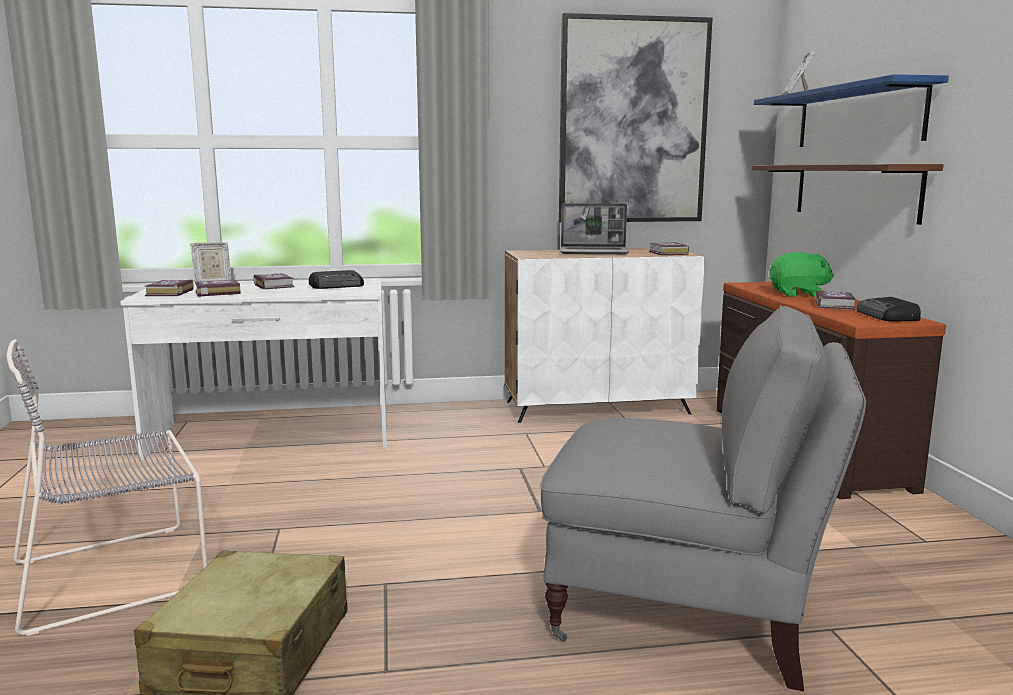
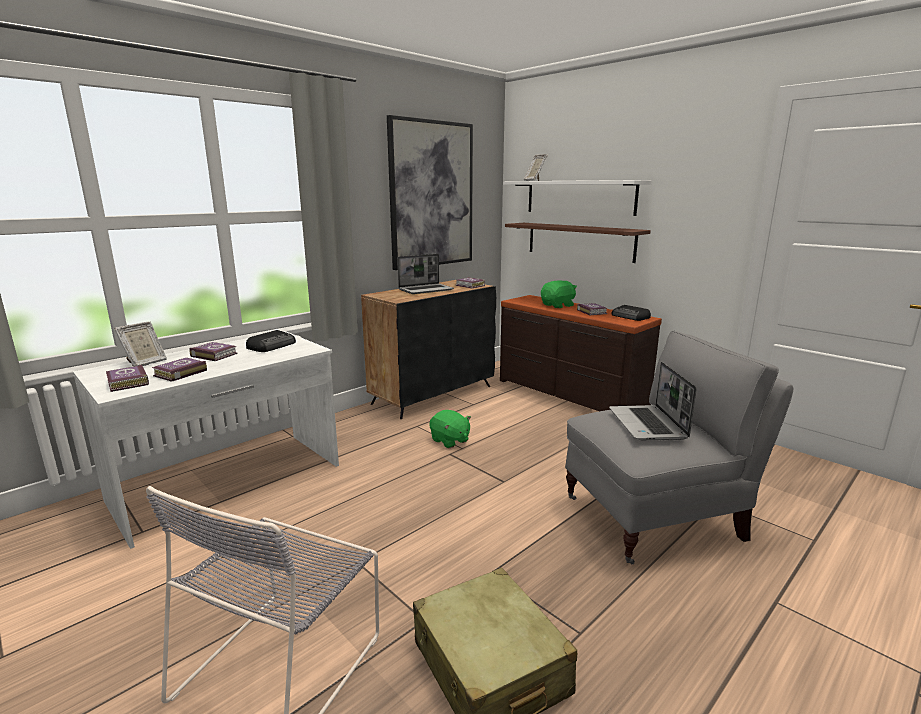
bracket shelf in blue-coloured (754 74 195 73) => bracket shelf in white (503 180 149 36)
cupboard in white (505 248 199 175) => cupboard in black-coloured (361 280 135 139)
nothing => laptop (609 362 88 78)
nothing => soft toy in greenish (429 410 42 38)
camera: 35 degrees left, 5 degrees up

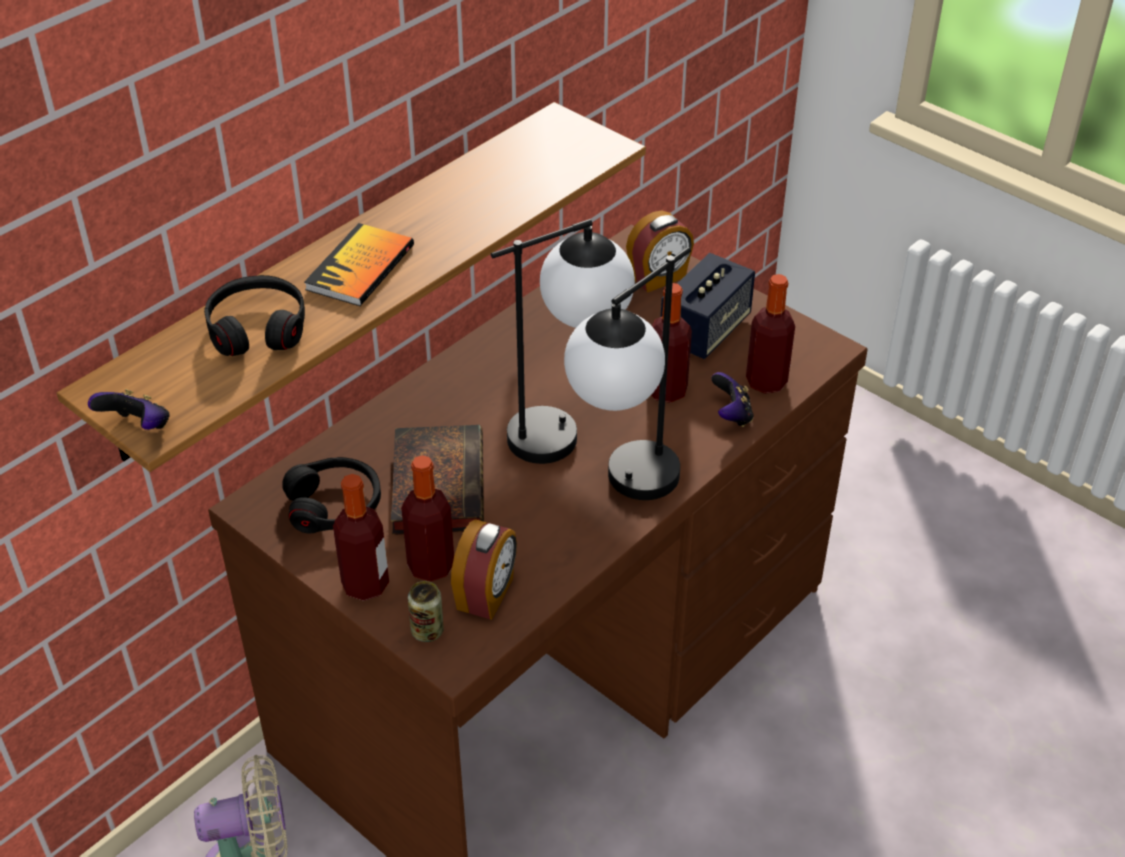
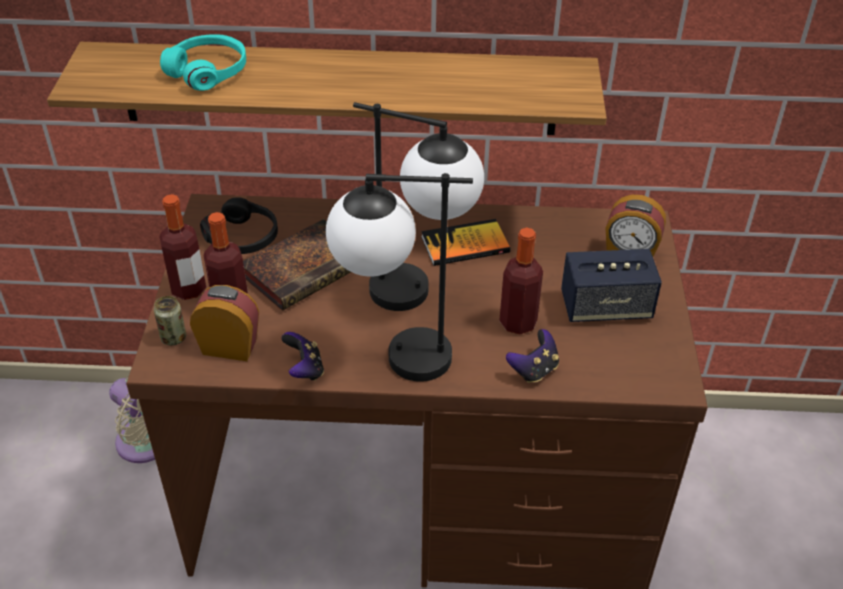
book (304 223 110 83) => book (421 219 89 47), shifted
beverage bottle (746 274 49 120) => nothing
headset in black-coloured (204 275 101 81) => headset in turquoise-coloured (160 34 86 57)
gamepad (88 389 82 41) => gamepad (281 332 43 49), shifted
bedside clock (451 519 66 101) => bedside clock (190 285 69 76), 150 degrees counterclockwise
camera: 50 degrees right, 0 degrees up

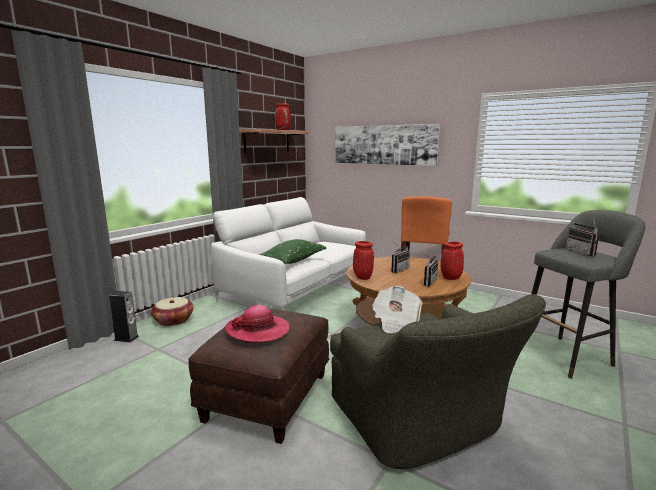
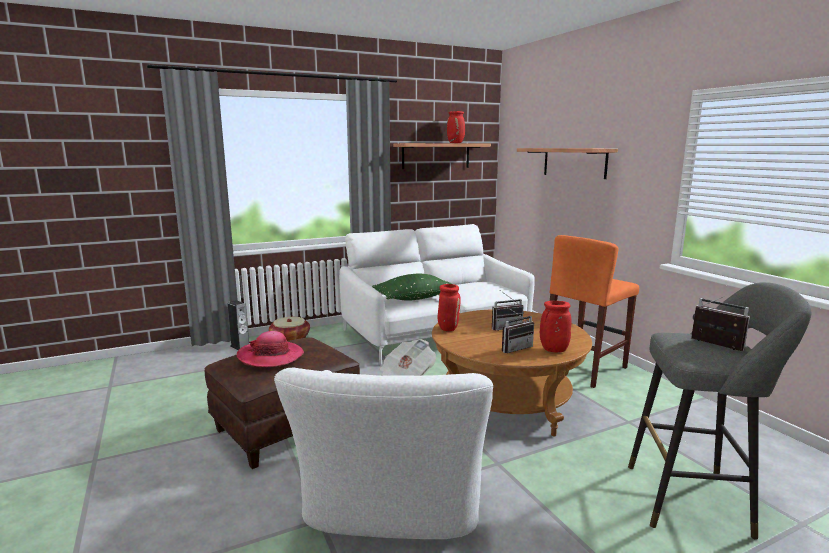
wall art (335 124 105 42) => bracket shelf (517 148 101 31)
radio receiver (566 217 33 39) => radio receiver (691 296 59 55), 120 degrees clockwise
easy chair in greenish (330 294 216 175) => easy chair in white (274 368 219 171)
camera: 30 degrees right, 0 degrees up

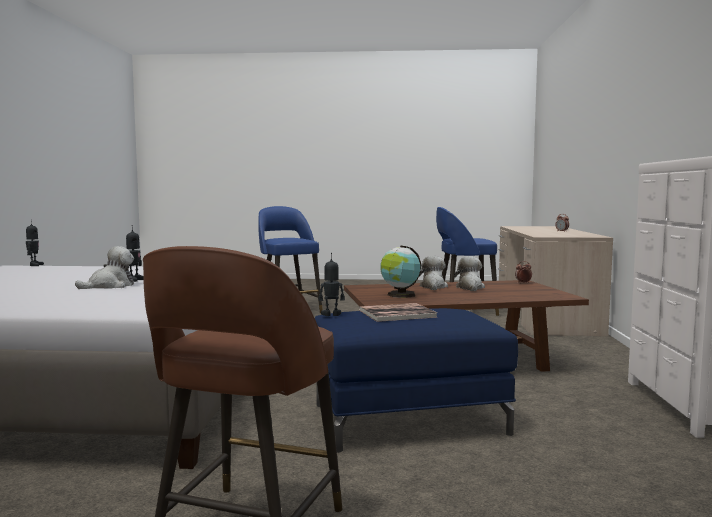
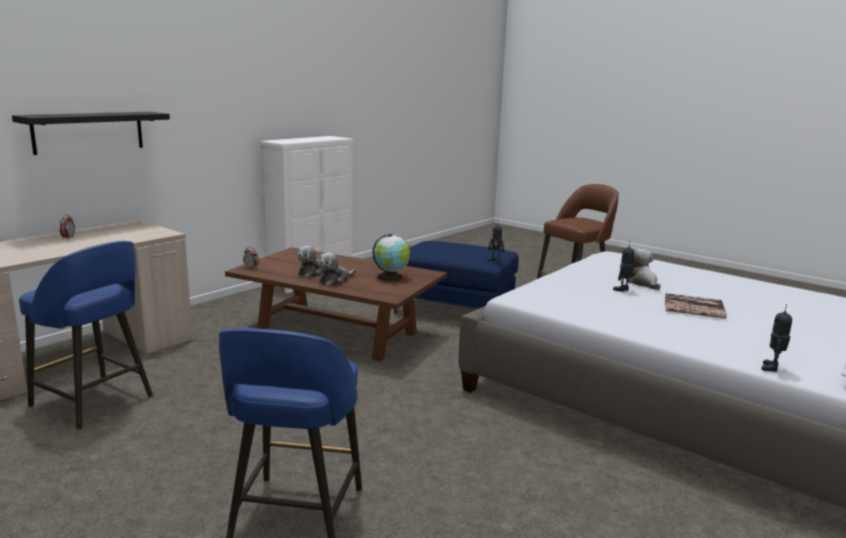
soft toy (75 246 59 43) => soft toy (625 249 36 41), 90 degrees clockwise
book (359 303 78 19) => book (665 293 62 25), shifted
nothing => bracket shelf in black-coloured (12 112 158 43)
camera: 145 degrees left, 10 degrees up

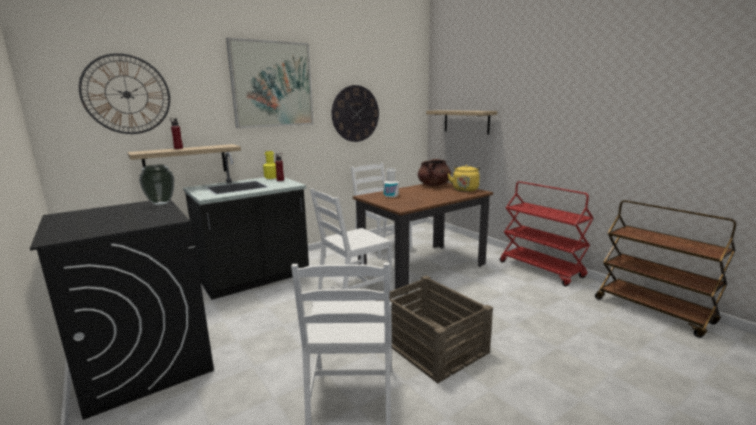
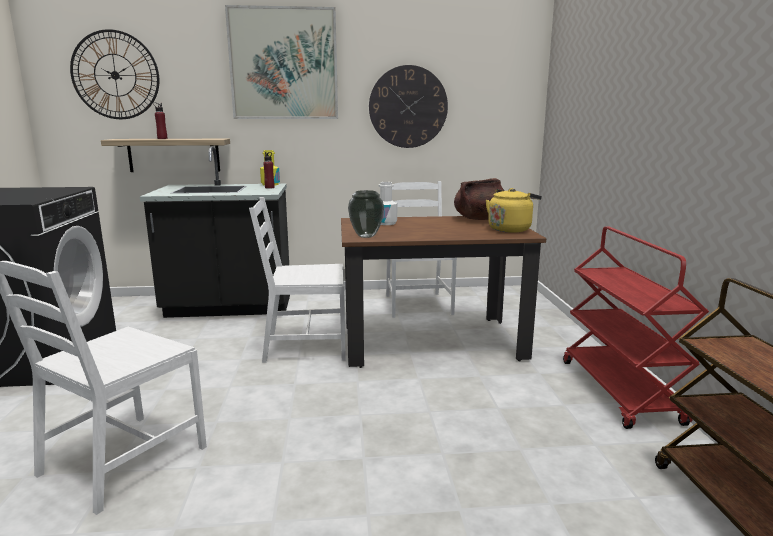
bracket shelf (426 110 71 24) => nothing
flower vase (139 165 35 40) => flower vase (348 190 36 48), shifted
shipping crate (376 275 117 108) => nothing
camera: 30 degrees right, 0 degrees up

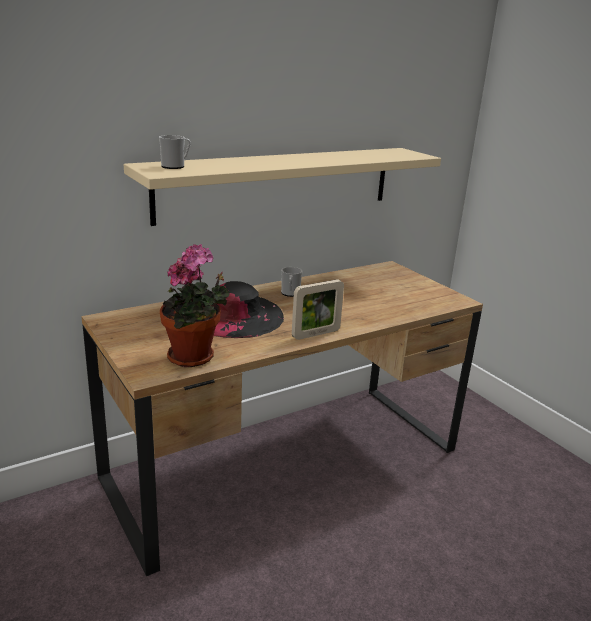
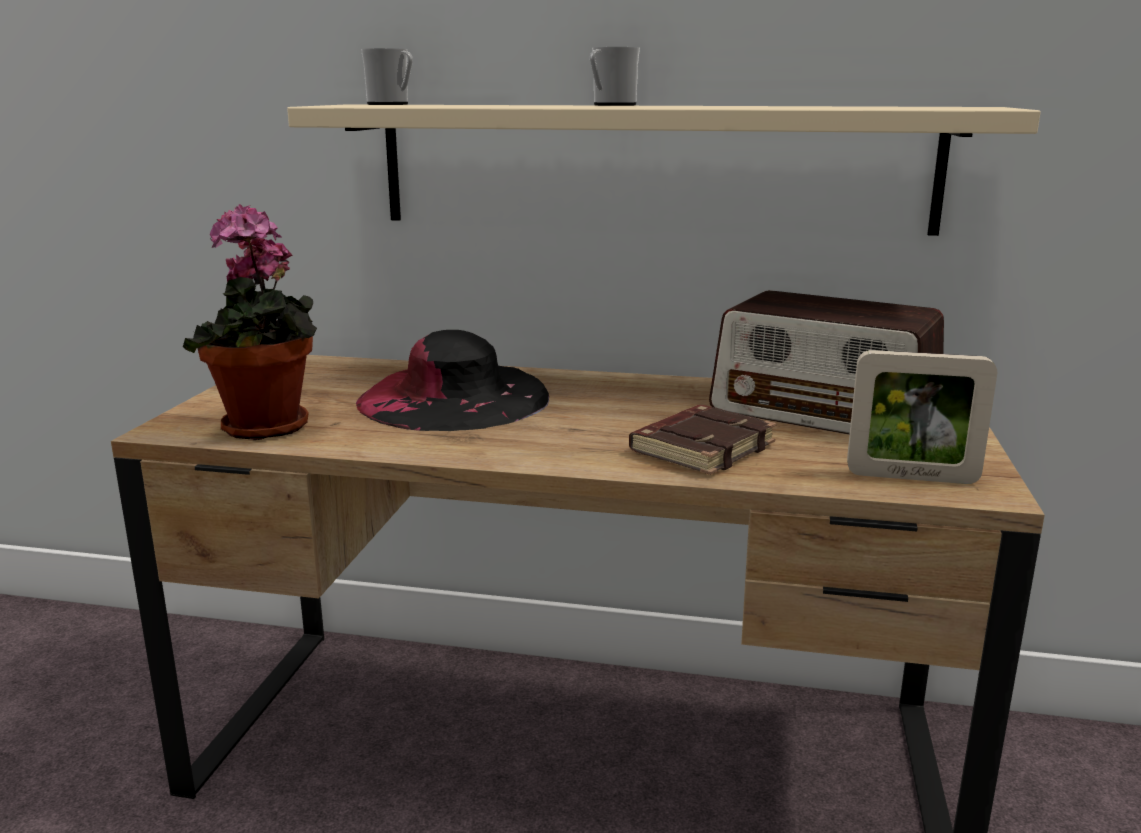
coffee mug (281 267 22 30) => coffee mug (590 47 50 59), shifted
photo frame (292 279 52 61) => photo frame (847 350 150 134), shifted
nothing => radio receiver (709 290 235 145)
nothing => book in brownish (629 405 147 70)
camera: 45 degrees right, 5 degrees down

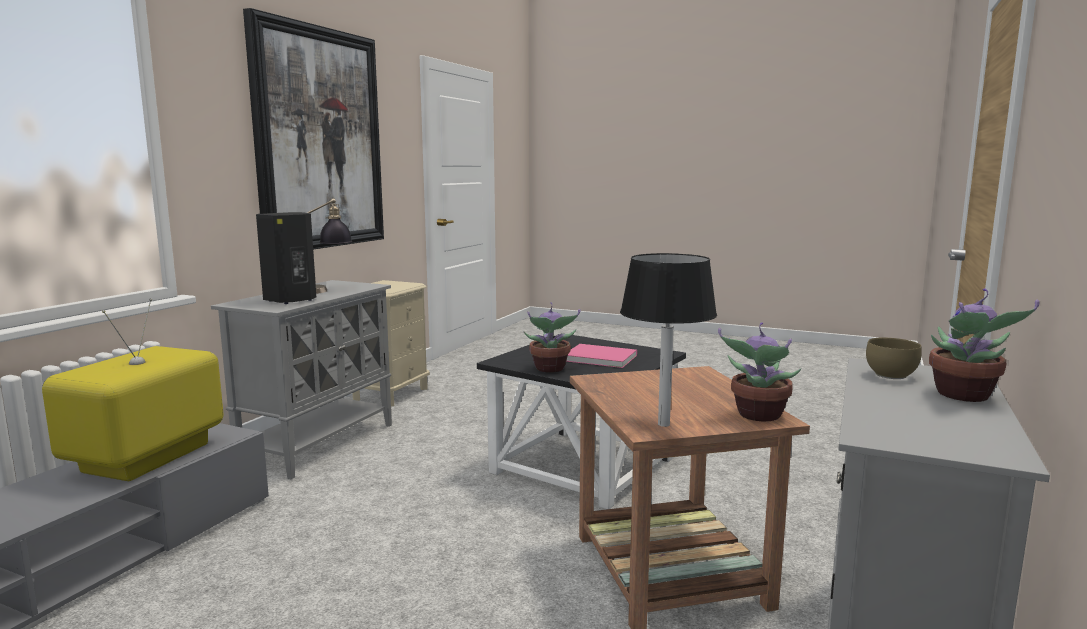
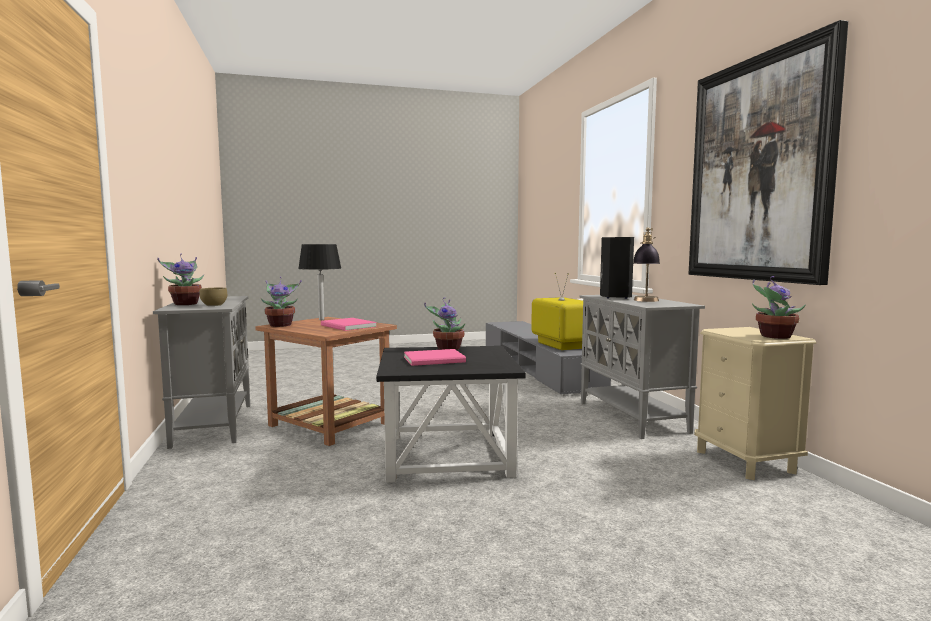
nothing => houseplant (752 276 54 63)
nothing => book in pinkish (321 318 56 13)
camera: 140 degrees right, 5 degrees down

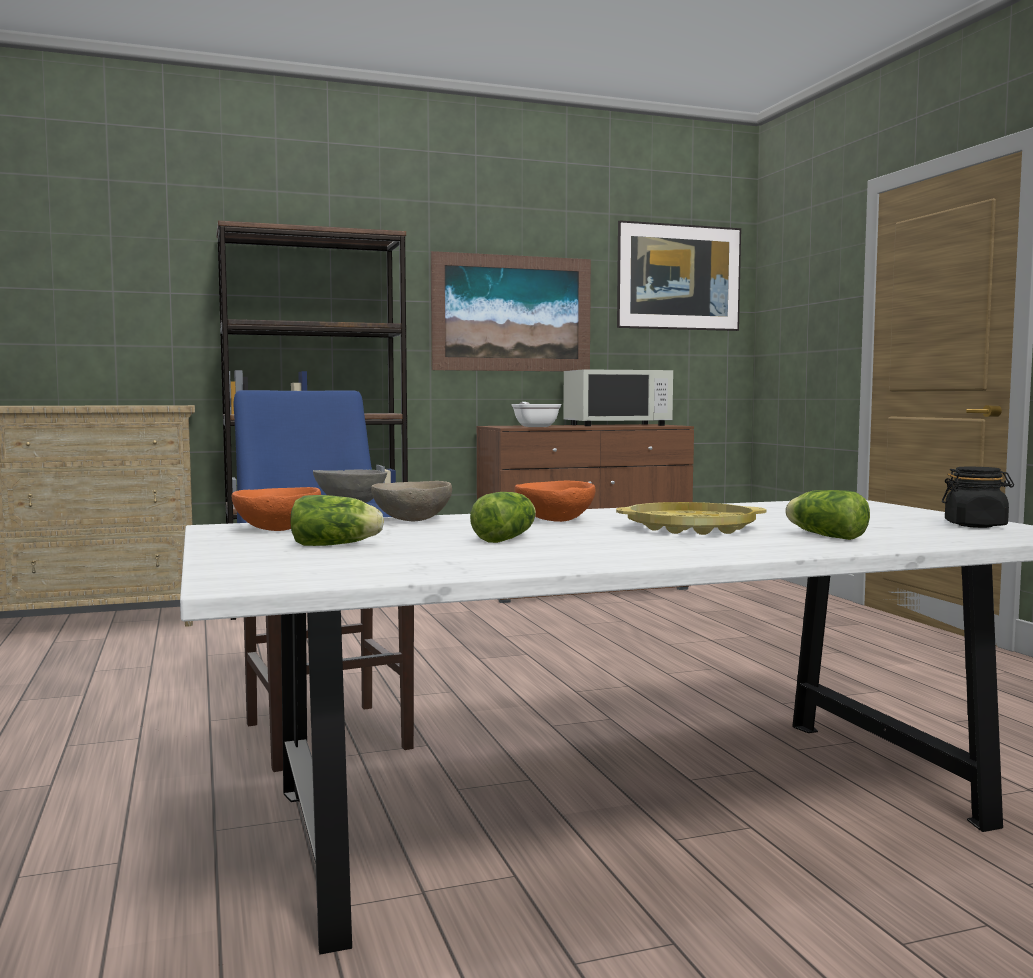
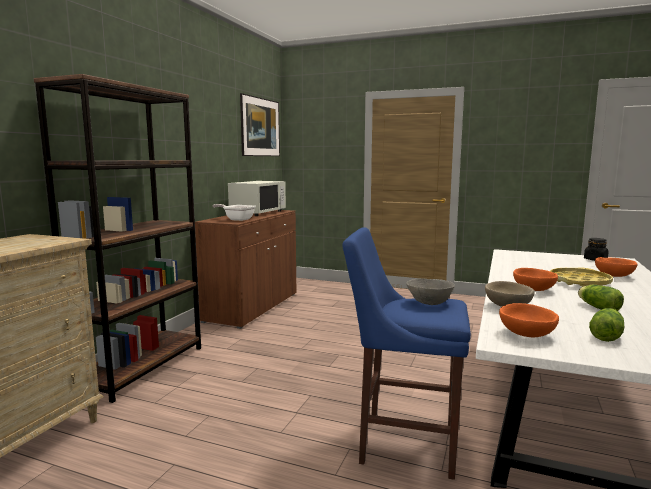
wall art (431 251 160 121) => nothing
head of lettuce (785 490 85 50) => bowl in orangey (595 257 43 20)
camera: 50 degrees left, 5 degrees up

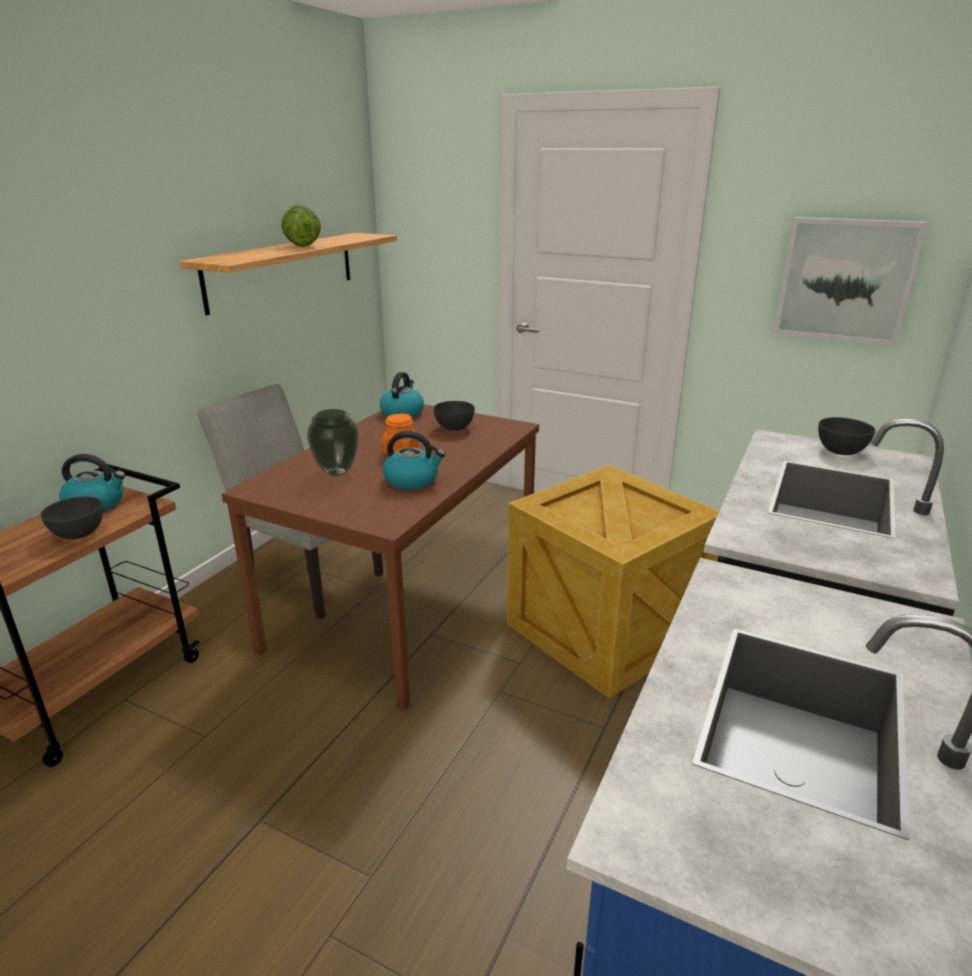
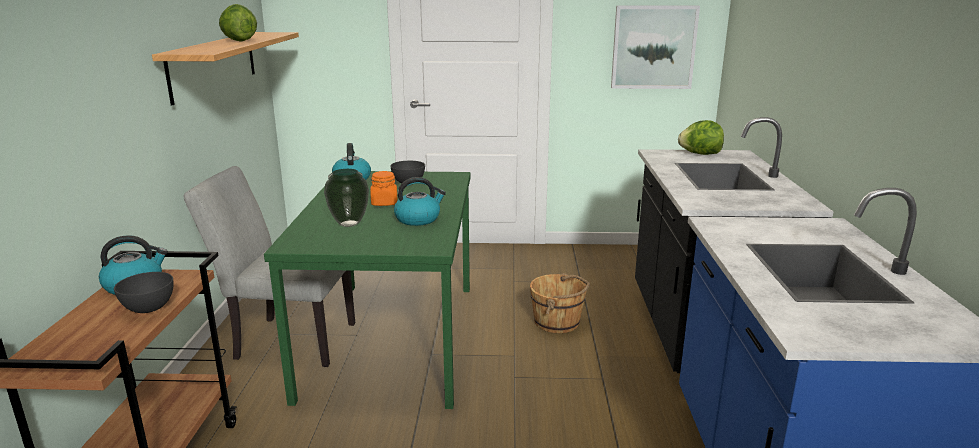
kitchen table in brownish (221 404 318 307) => kitchen table in greenish (264 171 206 238)
bowl in grey (818 417 58 38) => head of lettuce (678 120 46 35)
shipping crate (507 465 212 234) => bucket in brownish (530 273 60 60)
camera: 25 degrees left, 5 degrees down

